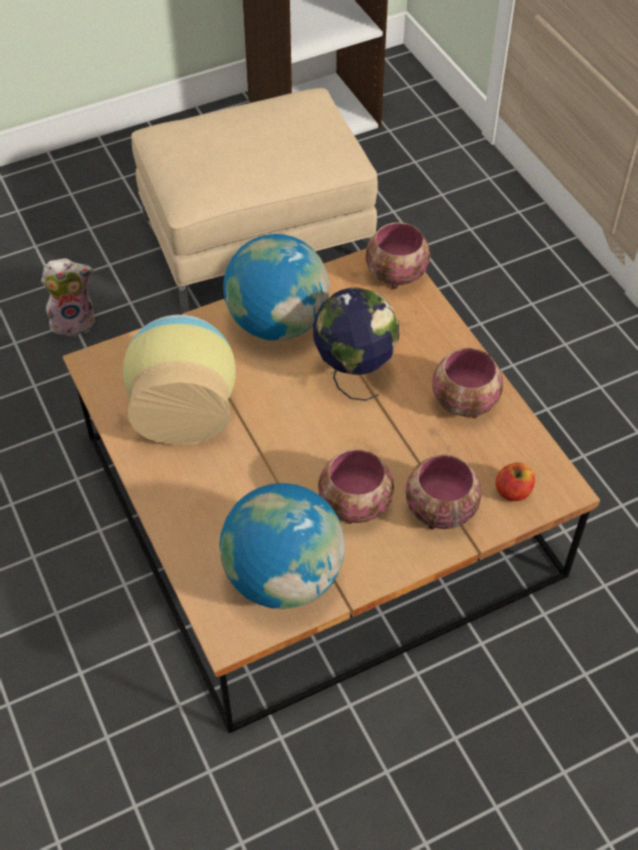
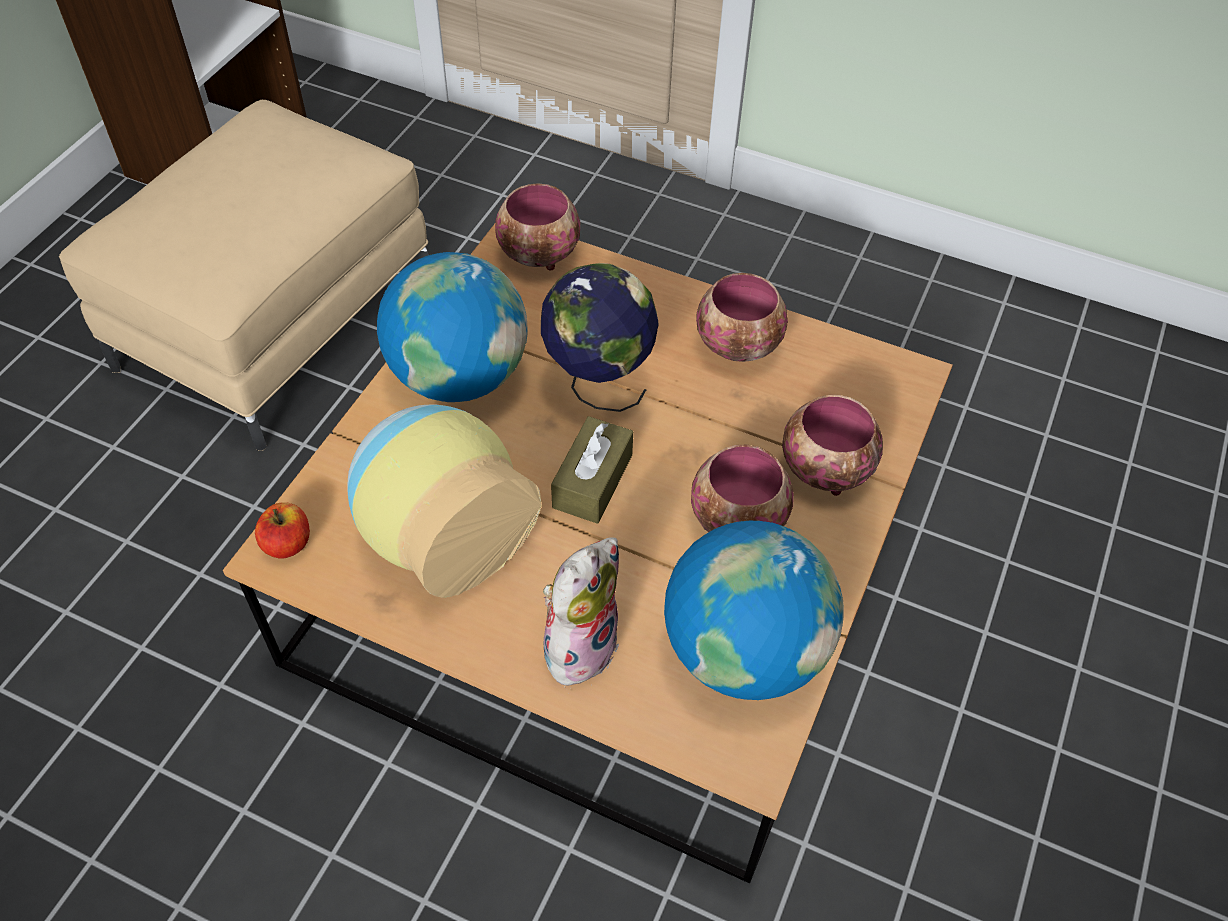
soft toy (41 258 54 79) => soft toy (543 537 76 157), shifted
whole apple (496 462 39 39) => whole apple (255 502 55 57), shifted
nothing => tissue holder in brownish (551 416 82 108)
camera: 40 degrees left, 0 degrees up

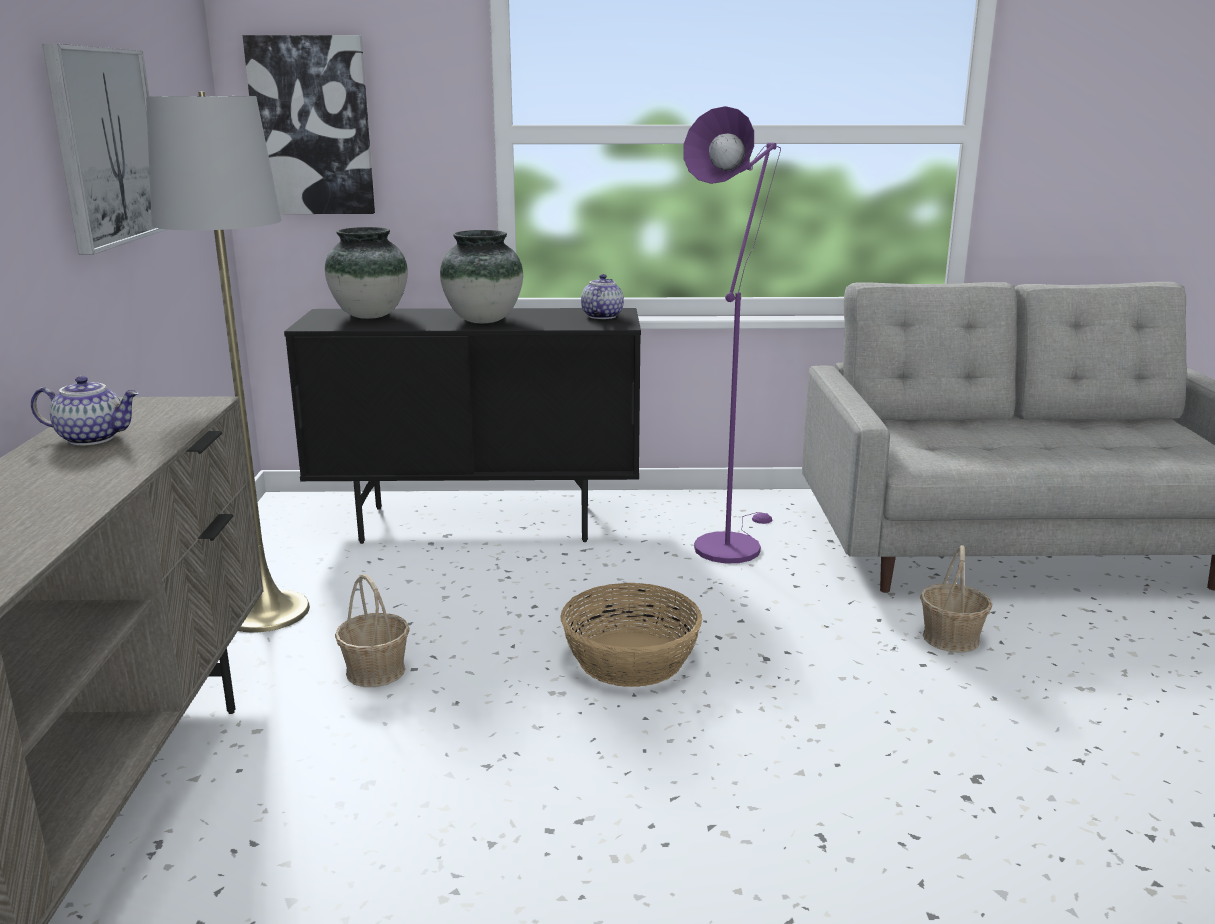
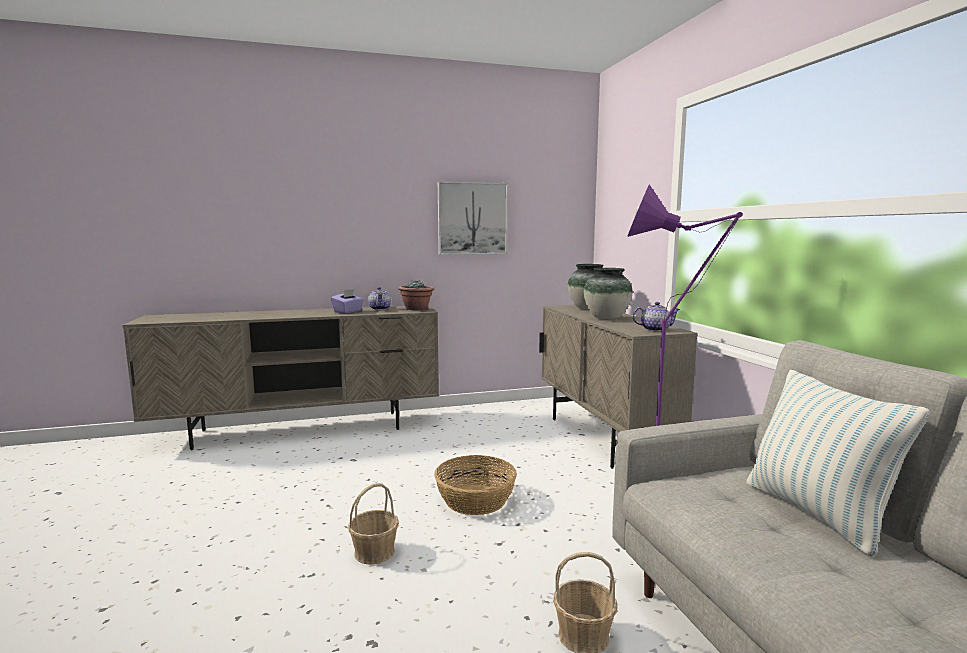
wall art (243 35 132 179) => nothing
floor lamp in grey (146 92 164 540) => nothing
cupboard in black-coloured (284 308 357 236) => cupboard in beige-coloured (539 305 158 164)
basket (335 574 75 113) => basket (348 483 51 82), shifted
nothing => houseplant (398 280 36 30)
nothing => tissue holder in purple-coloured (331 289 33 24)
nothing => pillow (746 370 184 186)
camera: 75 degrees right, 10 degrees down

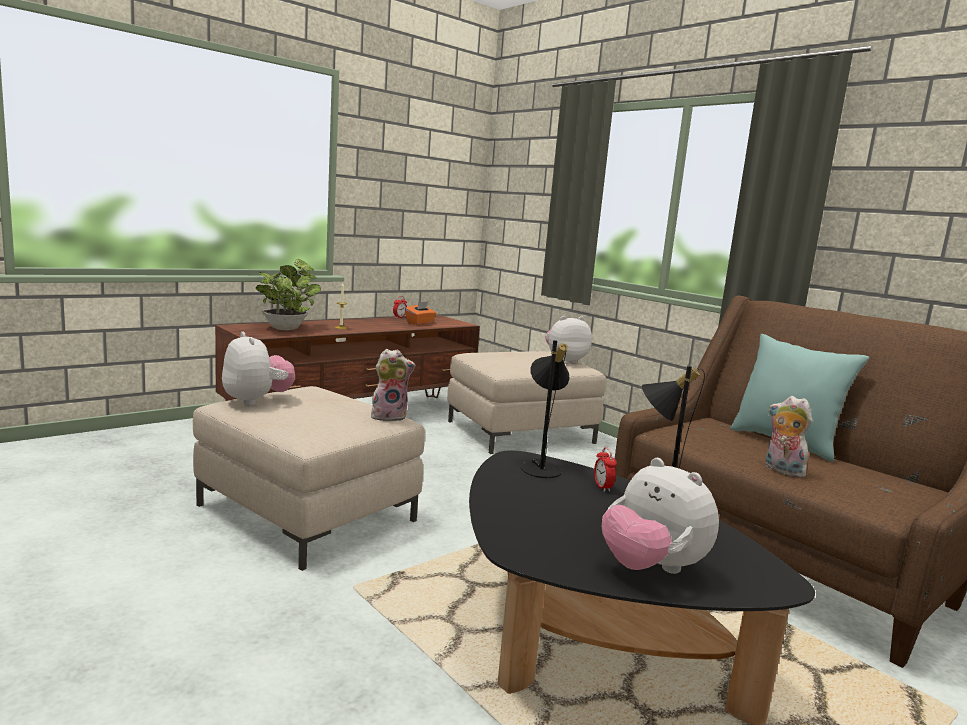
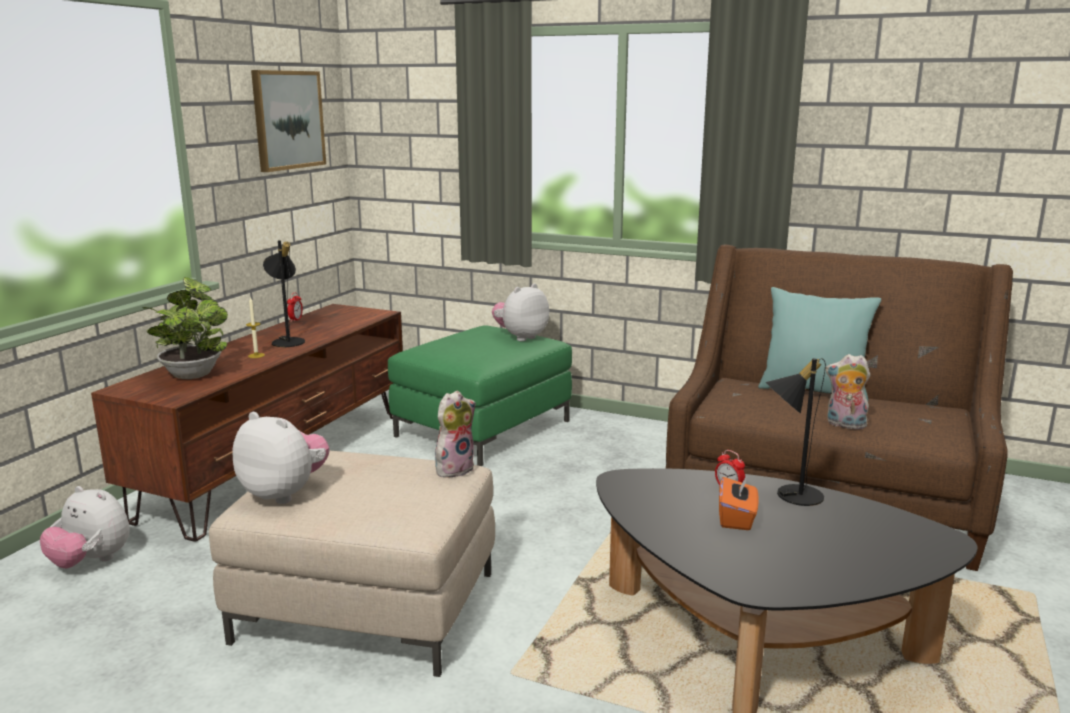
tissue holder in orangey (405 302 31 23) => tissue holder in orangey (719 473 40 57), shifted
lamp for a table in black-coloured (521 340 49 138) => lamp for a table in black-coloured (263 240 42 107), shifted
footrest in beige-coloured (447 351 159 103) => footrest in greenish (388 325 184 141)
soft toy (602 458 117 116) => soft toy (40 486 90 83), shifted
nothing => wall art (251 70 75 102)
camera: 25 degrees left, 5 degrees up

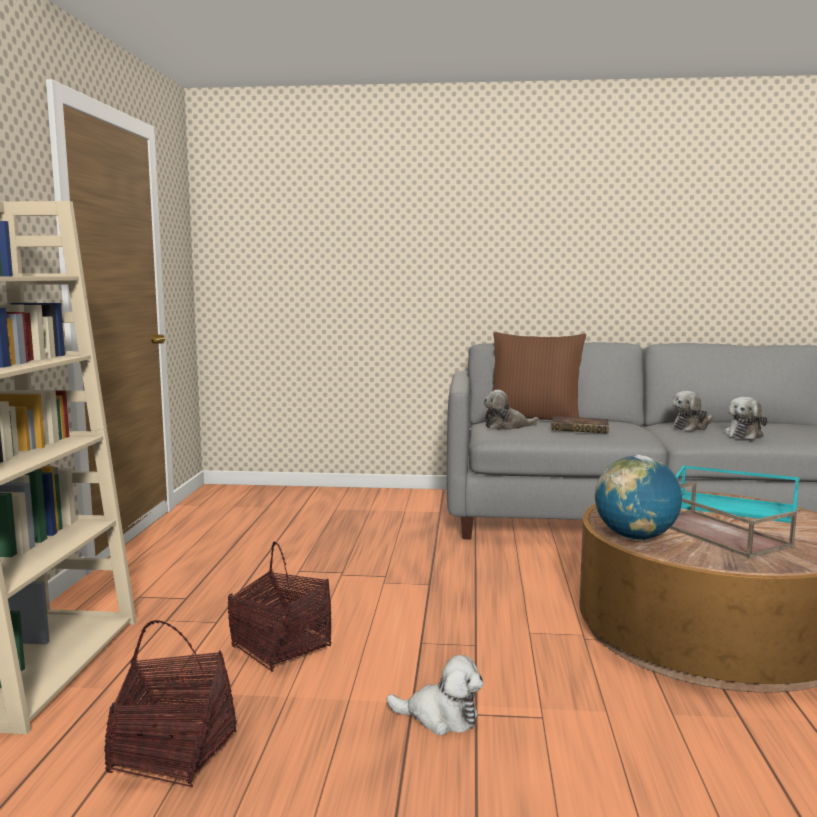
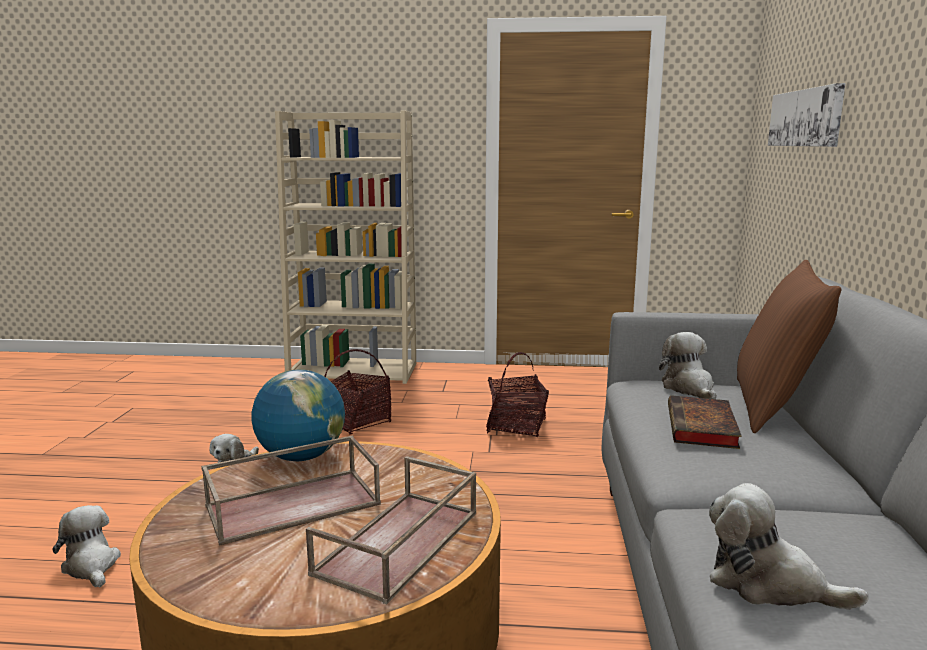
soft toy (672 391 41 40) => soft toy (52 505 69 83), shifted
tray in turquoise-coloured (676 465 124 58) => tray in brownish (306 456 170 148)
basket (104 620 133 167) => basket (486 352 63 85), shifted
nothing => wall art (768 83 78 64)
camera: 90 degrees right, 5 degrees up

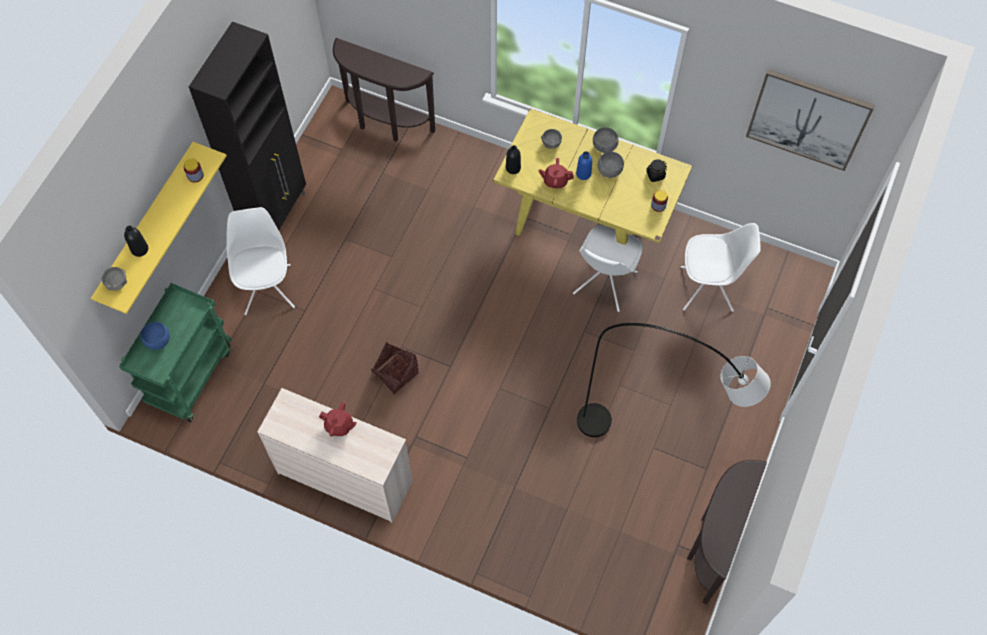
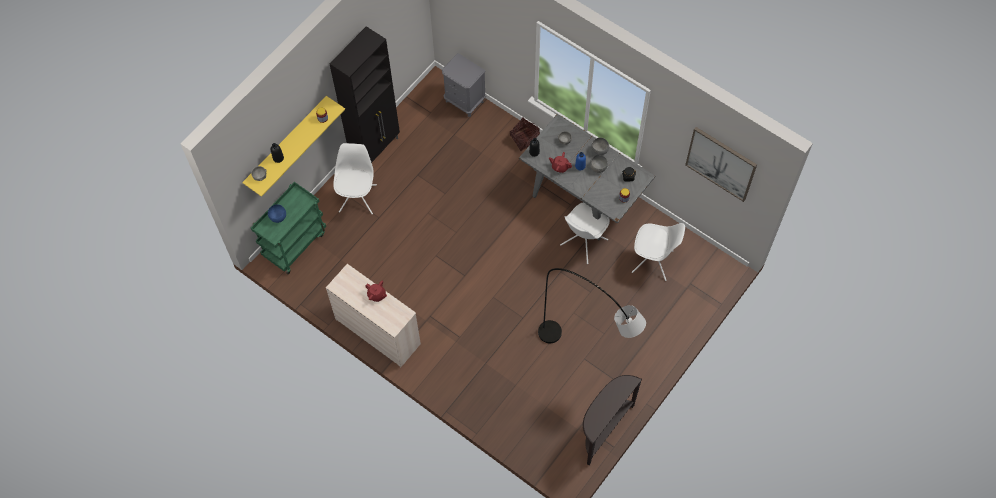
hall table in brownish (333 38 102 104) => bedside table in grey (442 53 44 64)
kitchen table in yellow (493 108 199 168) => kitchen table in grey (519 114 136 126)
basket (371 342 48 53) => basket (510 118 30 34), shifted
camera: 15 degrees right, 0 degrees up

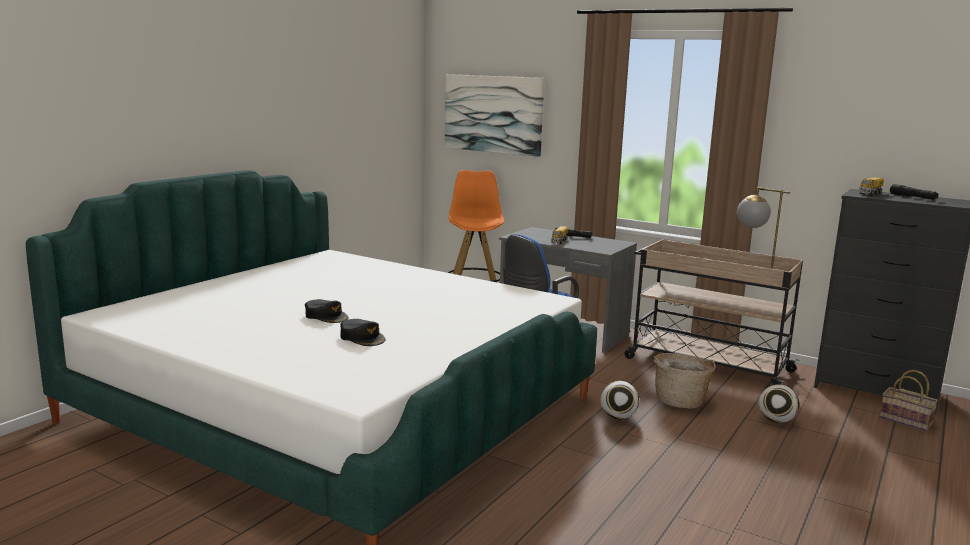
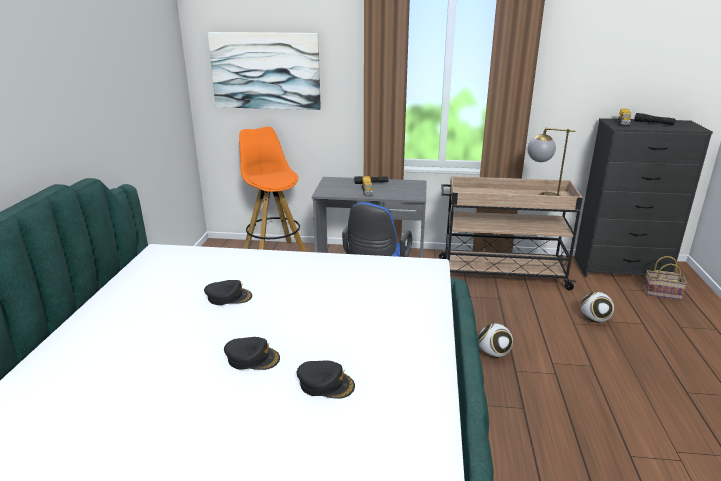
basket (654 353 62 56) => nothing
nothing => baseball cap in black-coloured (204 280 48 25)
camera: 25 degrees left, 10 degrees up

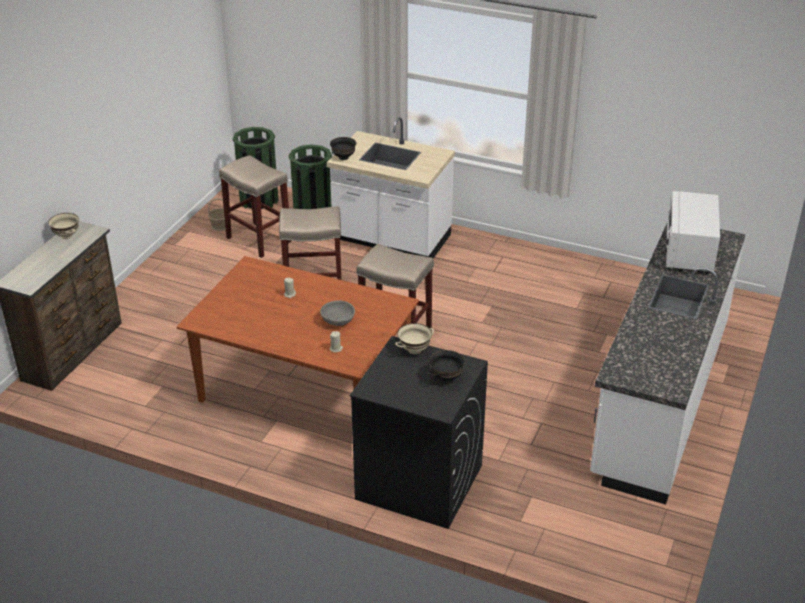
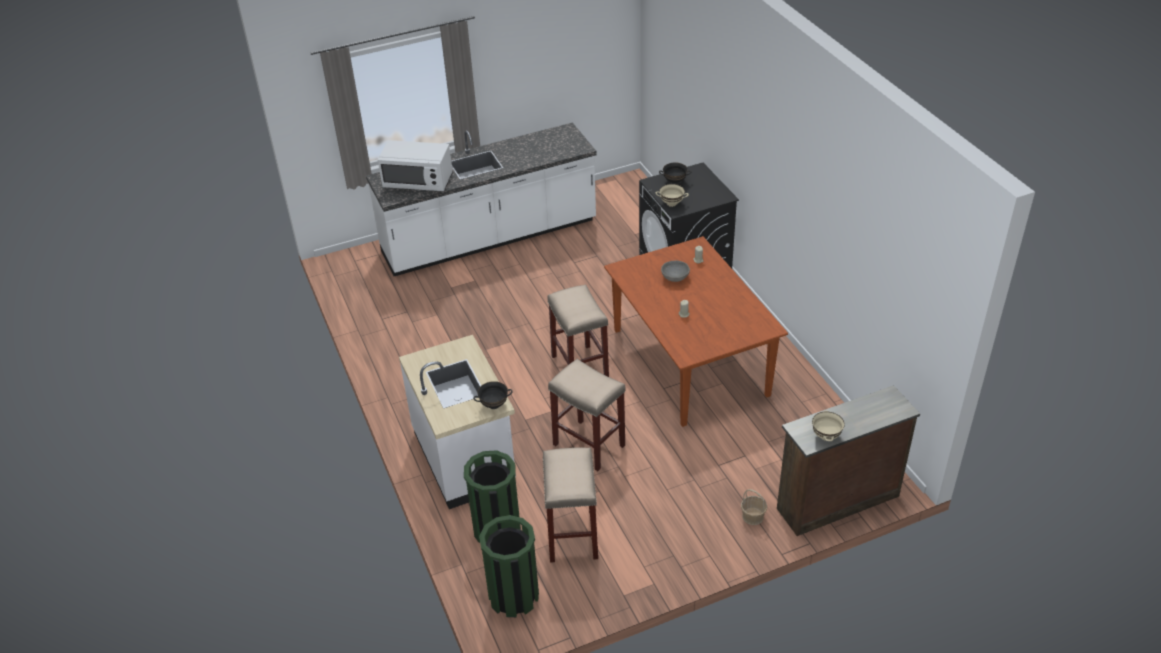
kitchen microwave in white (665 191 55 83) => kitchen microwave in white (378 140 75 51), 45 degrees clockwise
basket (208 198 18 33) => basket (741 489 26 36), shifted
camera: 135 degrees left, 5 degrees up

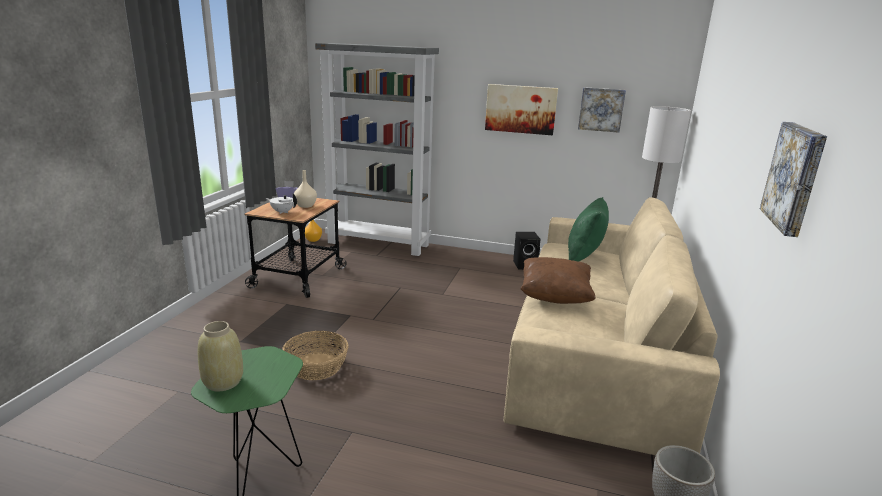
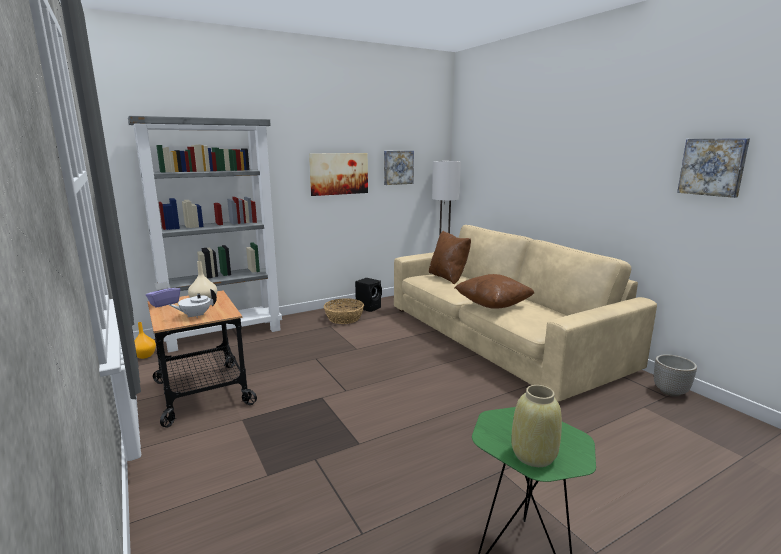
pillow in greenish (568 197 41 65) => pillow in brownish (429 231 42 54)
basket (282 331 67 49) => basket (324 298 40 26), shifted
camera: 45 degrees left, 5 degrees down

